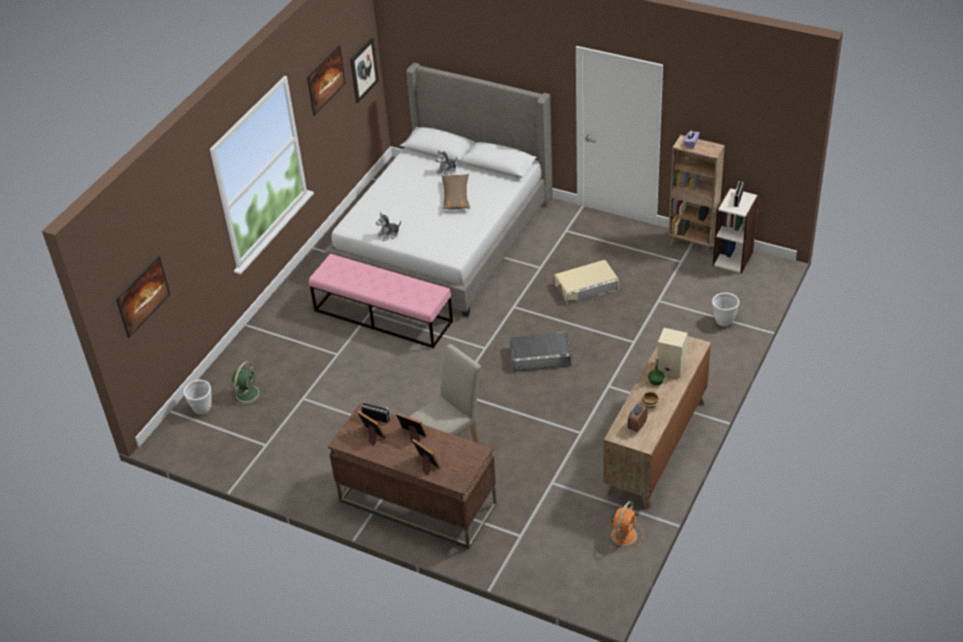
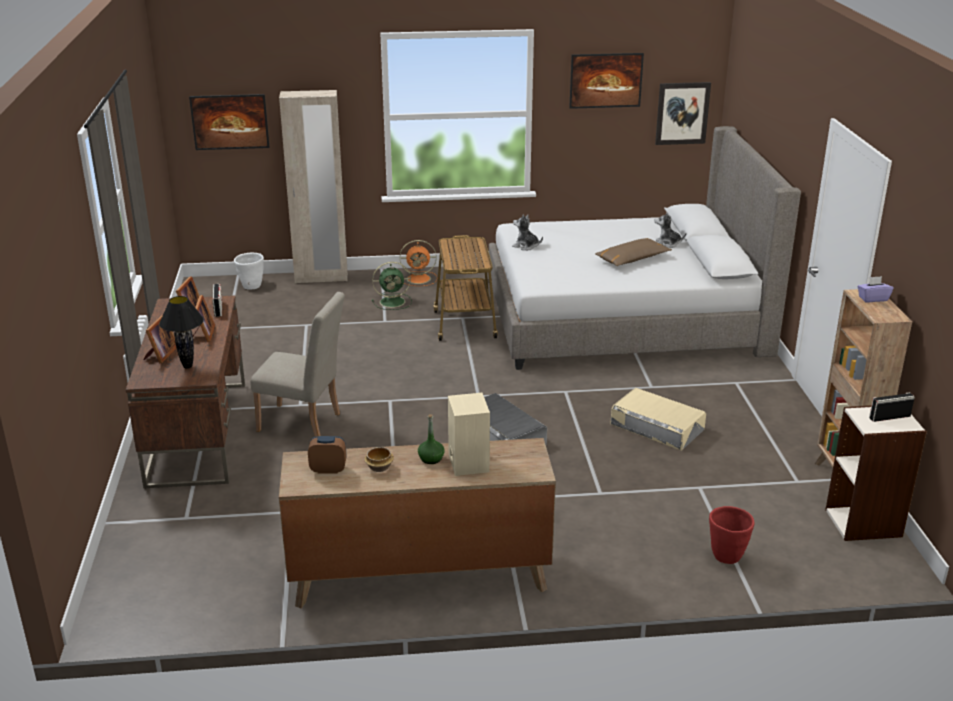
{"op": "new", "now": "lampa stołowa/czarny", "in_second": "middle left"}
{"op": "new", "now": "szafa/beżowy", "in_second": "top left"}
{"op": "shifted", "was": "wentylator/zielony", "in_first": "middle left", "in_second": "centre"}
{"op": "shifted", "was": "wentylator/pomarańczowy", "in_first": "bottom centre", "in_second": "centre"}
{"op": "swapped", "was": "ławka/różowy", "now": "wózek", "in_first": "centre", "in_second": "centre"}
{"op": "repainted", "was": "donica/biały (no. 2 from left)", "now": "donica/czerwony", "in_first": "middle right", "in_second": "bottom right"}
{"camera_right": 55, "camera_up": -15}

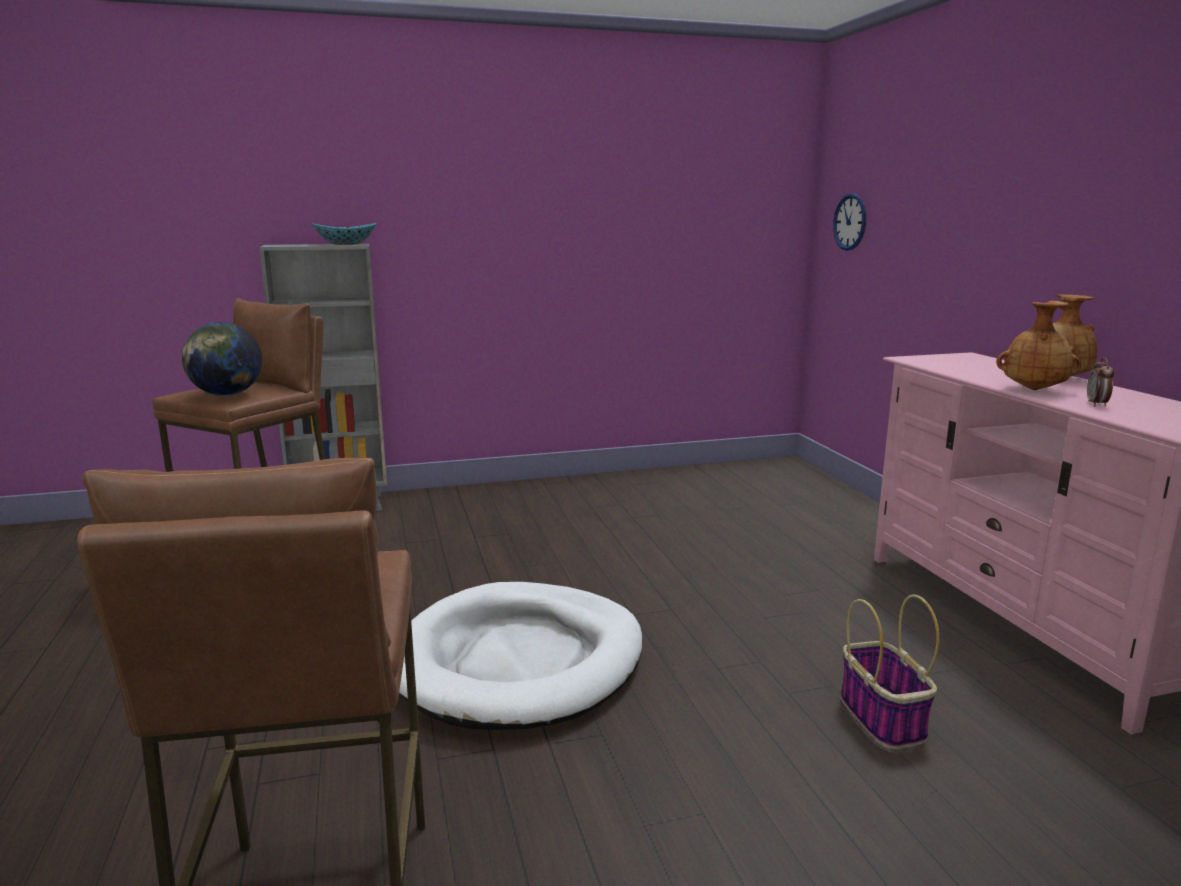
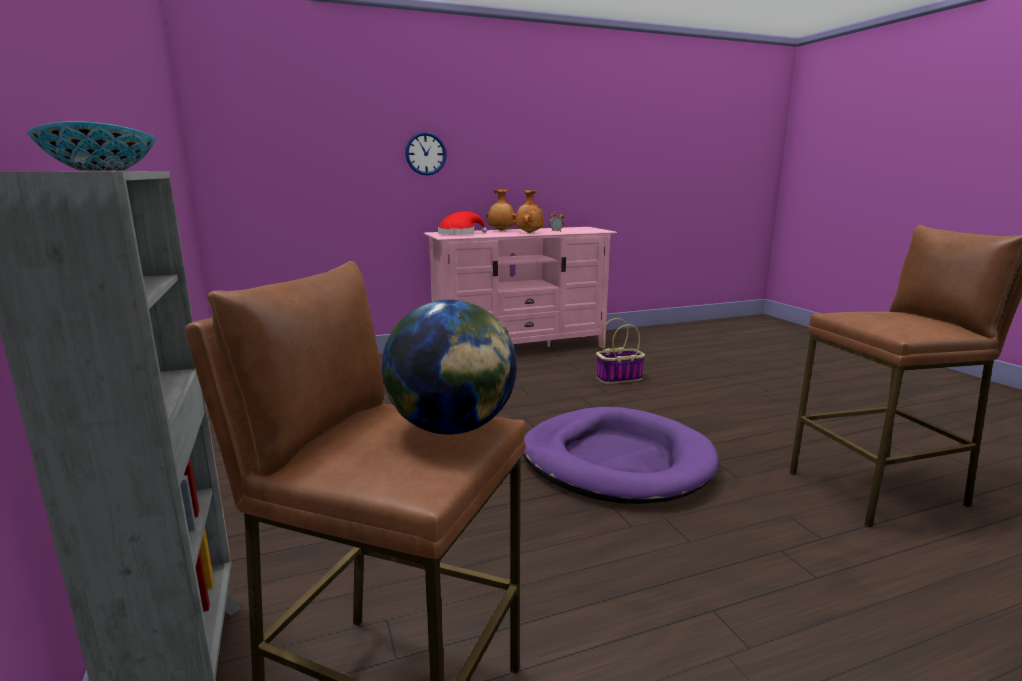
{"op": "new", "now": "kapelusz/czerwony", "in_second": "top centre"}
{"op": "shifted", "was": "zegar ścienny", "in_first": "top right", "in_second": "top centre"}
{"op": "repainted", "was": "legowisko/biały", "now": "legowisko/fioletowy", "in_first": "bottom centre", "in_second": "bottom centre"}
{"camera_right": -95, "camera_up": 0}

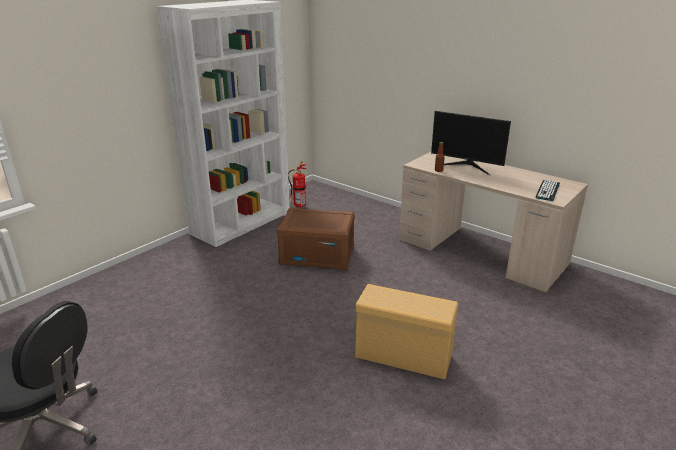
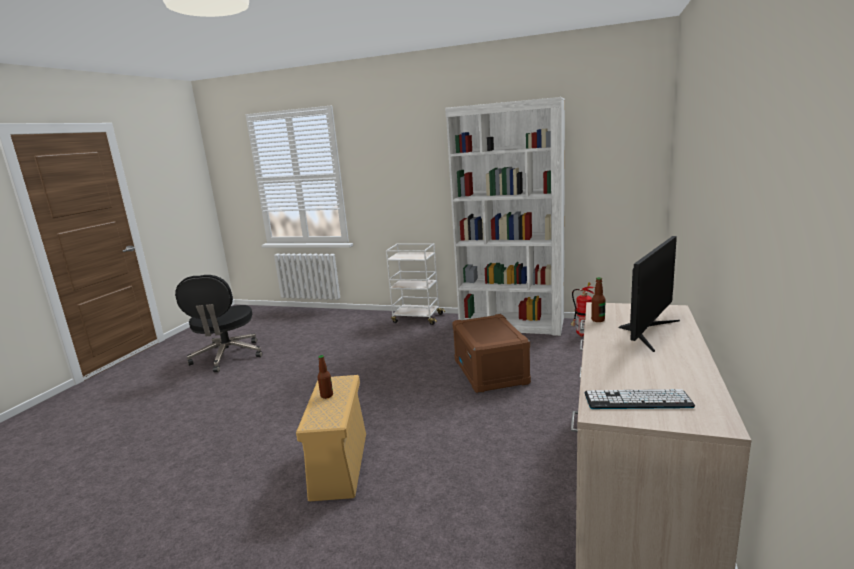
{"op": "new", "now": "butelka (no. 1 from left)", "in_second": "centre"}
{"op": "new", "now": "wózek/biały", "in_second": "centre"}
{"op": "rotated", "was": "monitor", "in_first": "top right", "in_second": "middle right", "clockwise": -150}
{"camera_right": 70, "camera_up": -10}

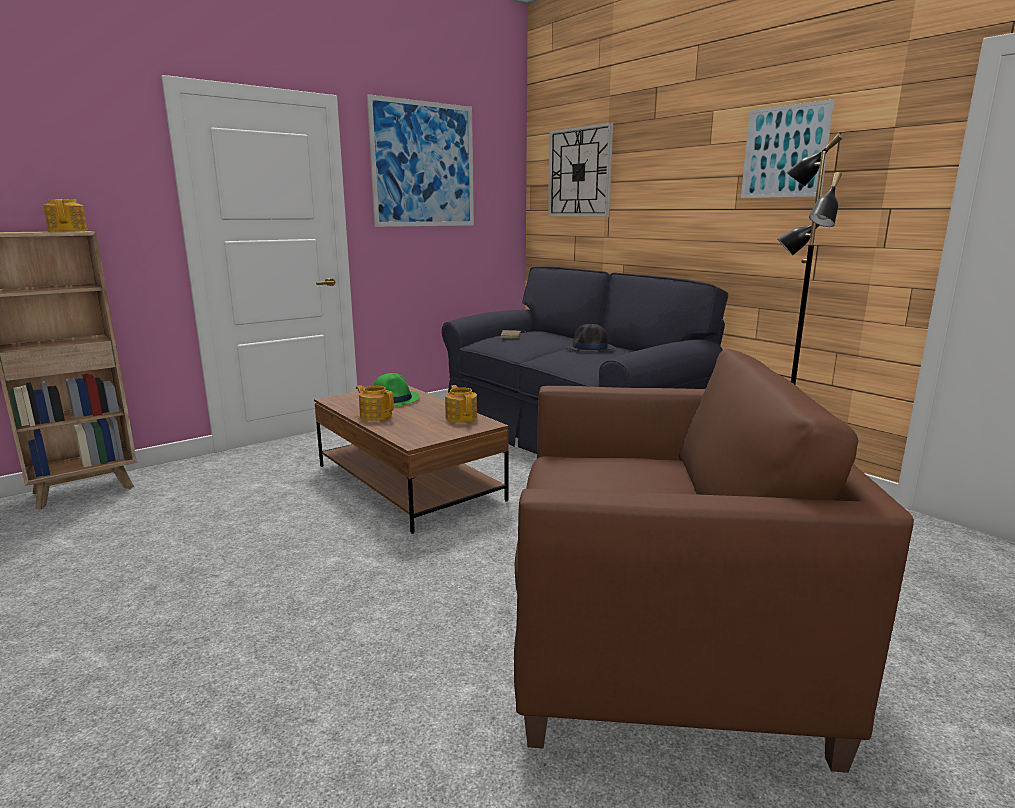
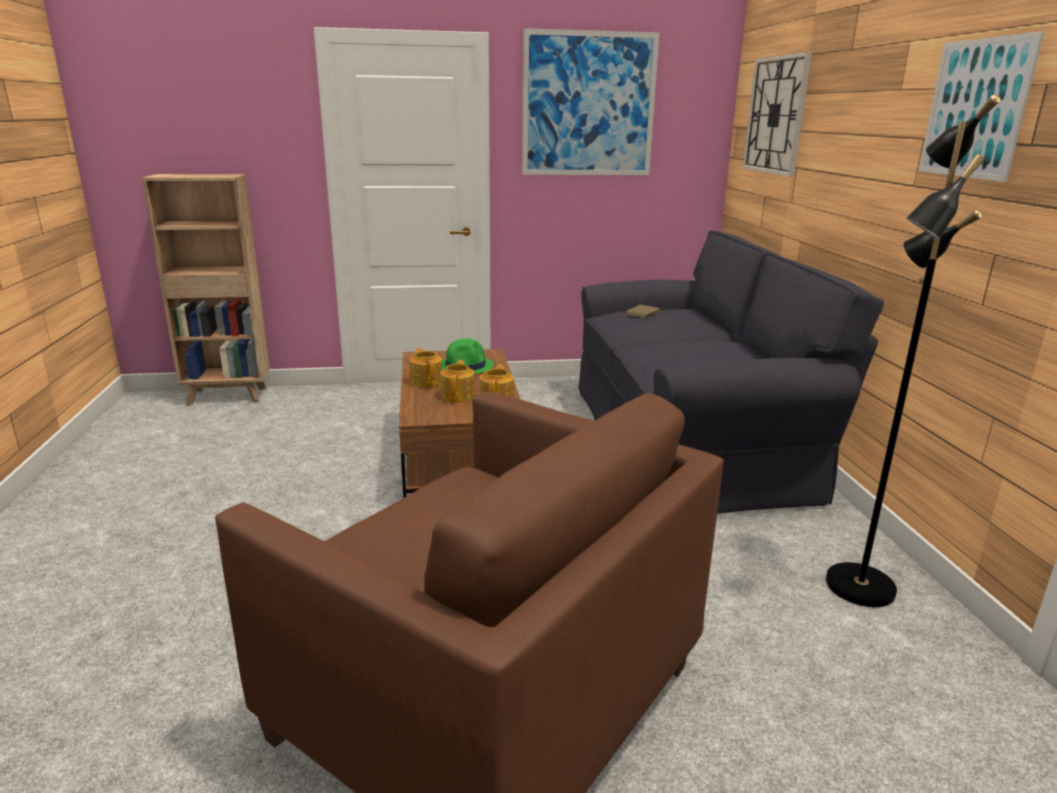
{"op": "gone", "was": "kapelusz/czarny", "in_first": "centre"}
{"op": "shifted", "was": "imbryk (no. 1 from left in the first image)", "now": "imbryk (no. 2 from left)", "in_first": "top left", "in_second": "centre"}
{"camera_right": 30, "camera_up": 5}

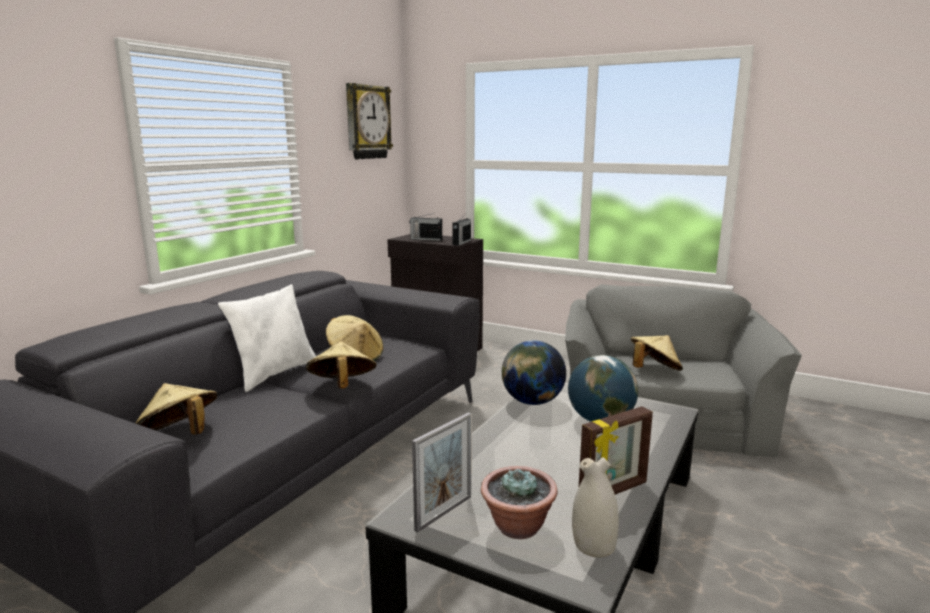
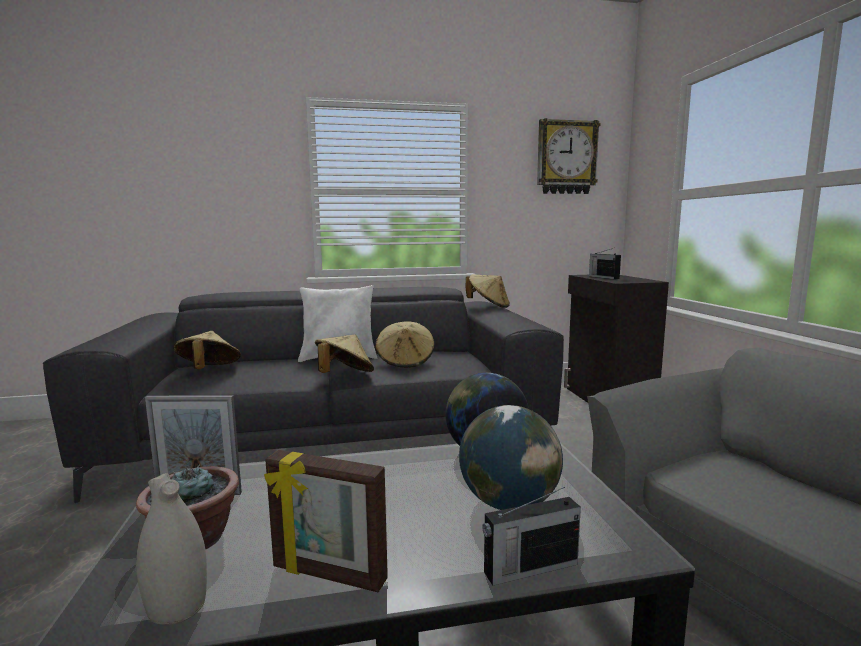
{"op": "shifted", "was": "radio (no. 2 from left in the first image)", "now": "radio (no. 1 from left)", "in_first": "centre", "in_second": "bottom centre"}
{"op": "shifted", "was": "kapelusz/beżowy (no. 4 from left)", "in_first": "middle right", "in_second": "centre"}
{"camera_right": 50, "camera_up": -5}

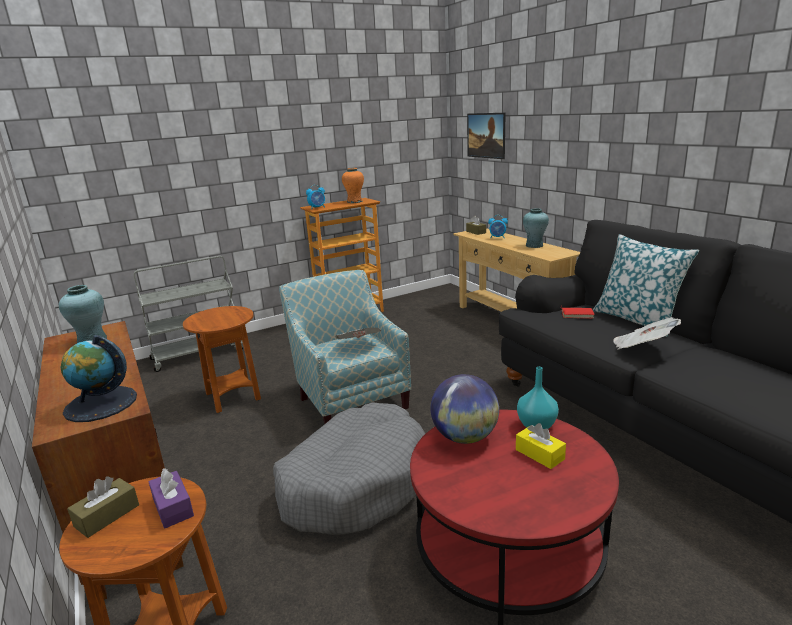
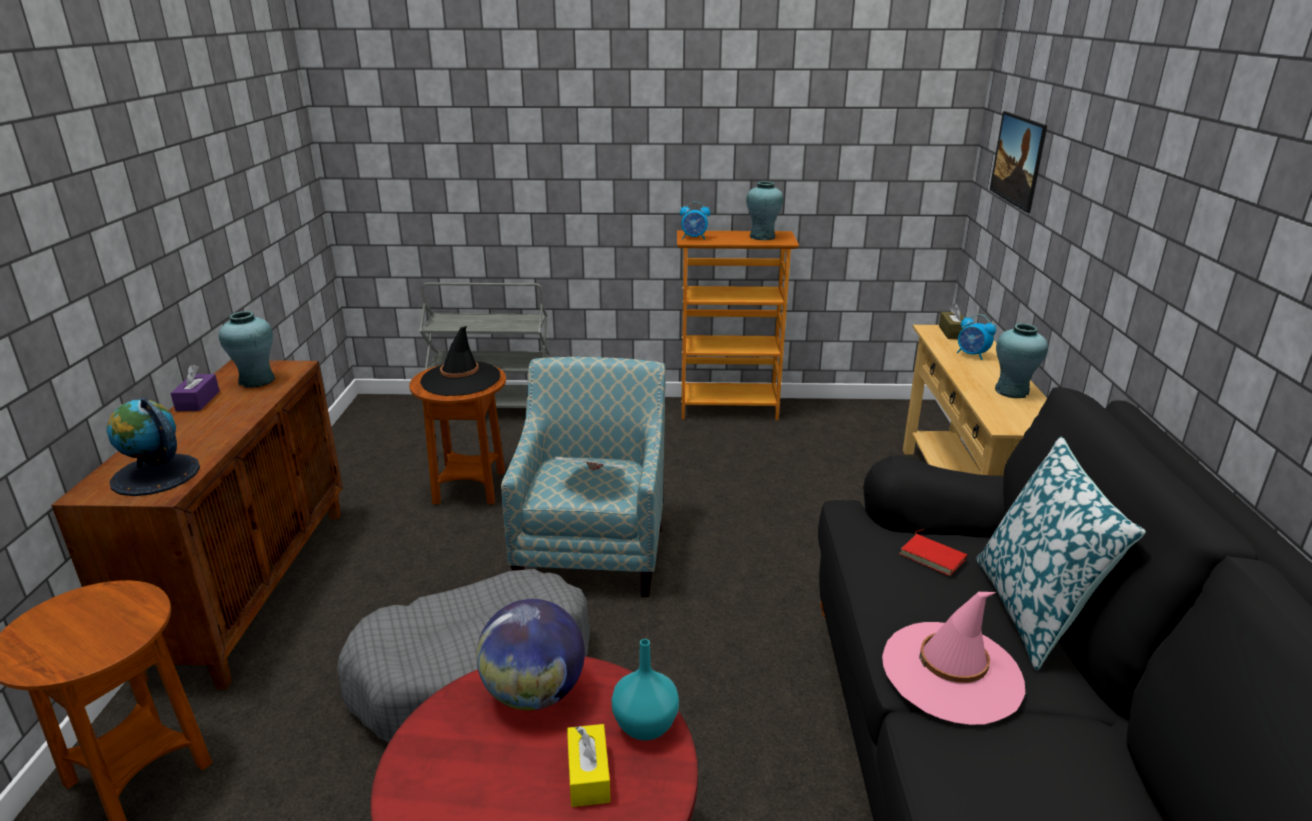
{"op": "gone", "was": "pudełko chusteczek/brązowy (no. 1 from left)", "in_first": "bottom left"}
{"op": "new", "now": "kapelusz/czarny", "in_second": "centre"}
{"op": "shifted", "was": "pudełko chusteczek/fioletowy", "in_first": "bottom left", "in_second": "middle left"}
{"op": "swapped", "was": "gazeta (no. 2 from left)", "now": "kapelusz/różowy", "in_first": "middle right", "in_second": "bottom right"}
{"op": "repainted", "was": "wazon/pomarańczowy", "now": "wazon/turkusowy (no. 3 from left)", "in_first": "top centre", "in_second": "top centre"}
{"camera_right": 30, "camera_up": 5}

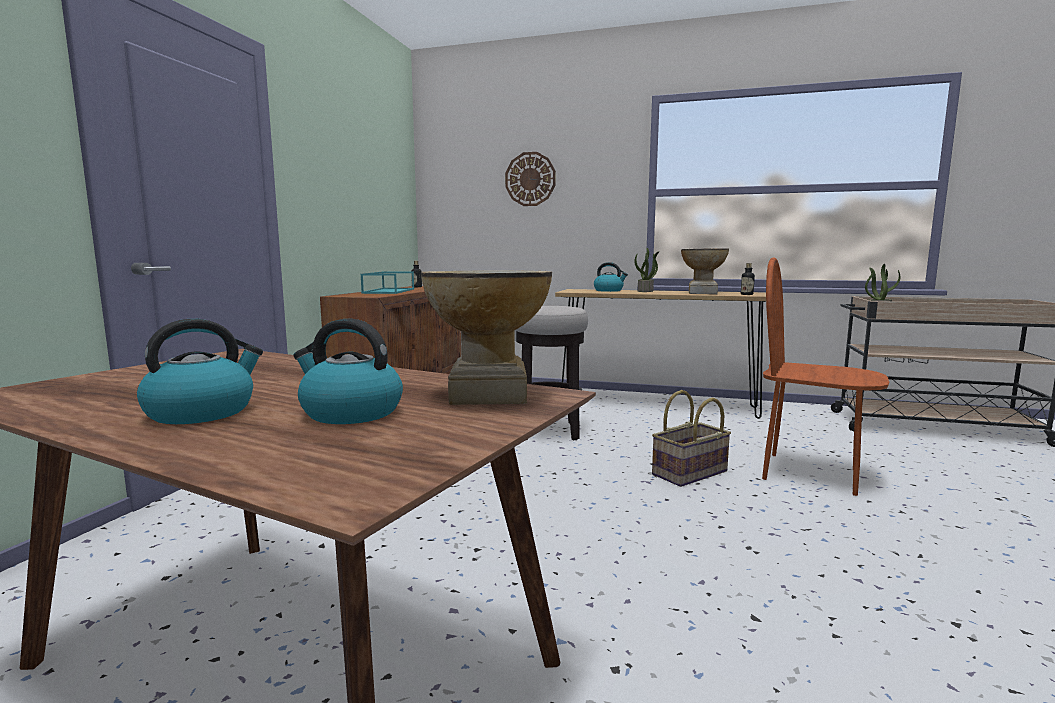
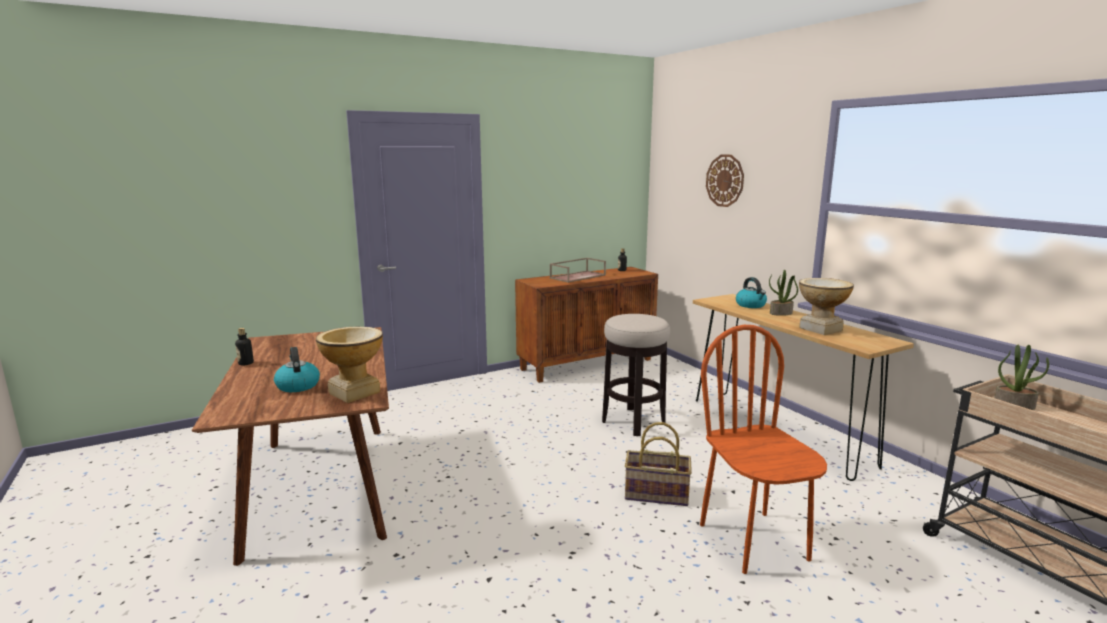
{"op": "gone", "was": "czajnik (no. 1 from left)", "in_first": "middle left"}
{"op": "shifted", "was": "butelka (no. 2 from left in the first image)", "now": "butelka (no. 1 from left)", "in_first": "middle right", "in_second": "middle left"}
{"op": "repainted", "was": "taca/turkusowy", "now": "taca/brązowy", "in_first": "centre", "in_second": "centre"}
{"camera_right": 45, "camera_up": 5}

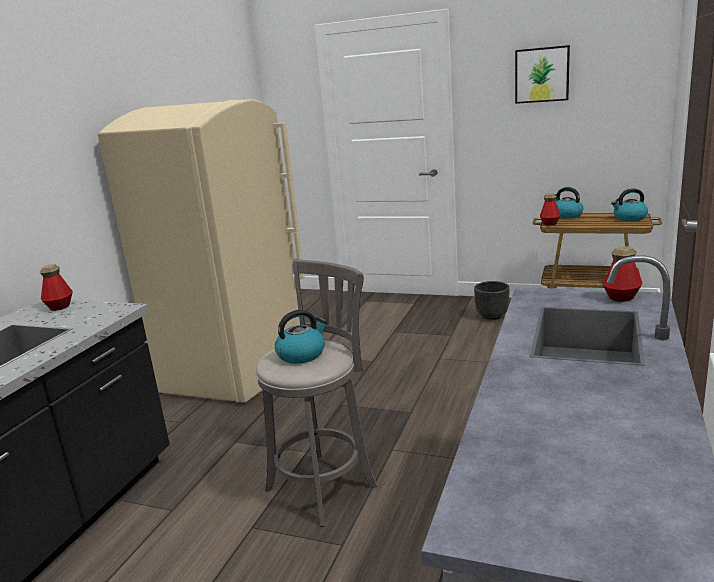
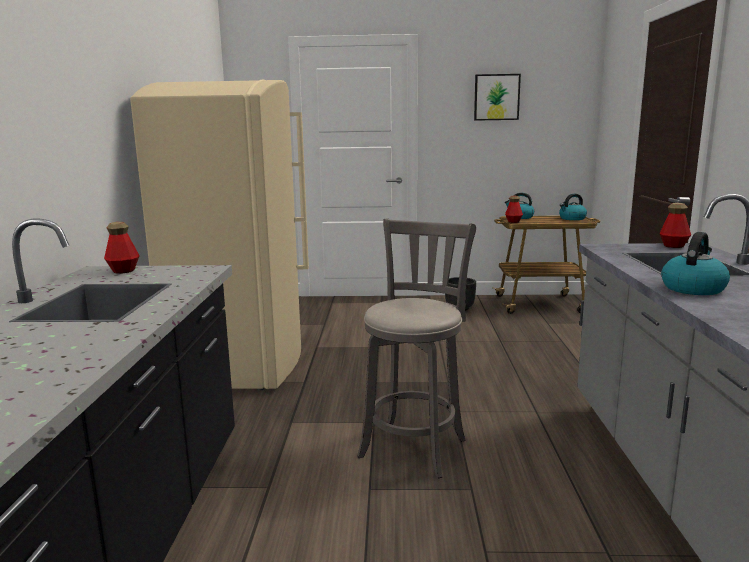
{"op": "shifted", "was": "czajnik (no. 1 from left in the first image)", "now": "czajnik (no. 3 from left)", "in_first": "centre", "in_second": "middle right"}
{"camera_right": -20, "camera_up": -5}

